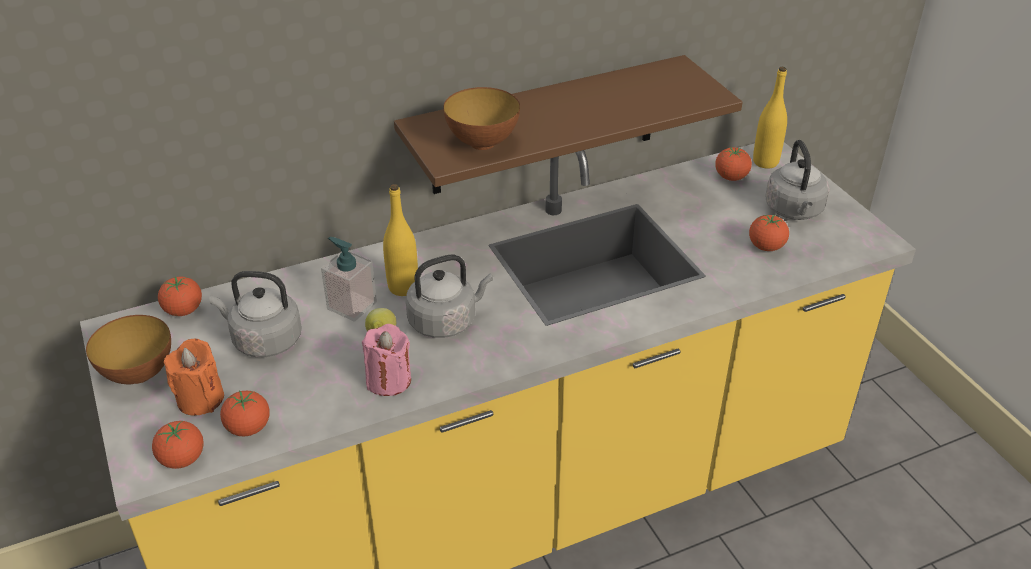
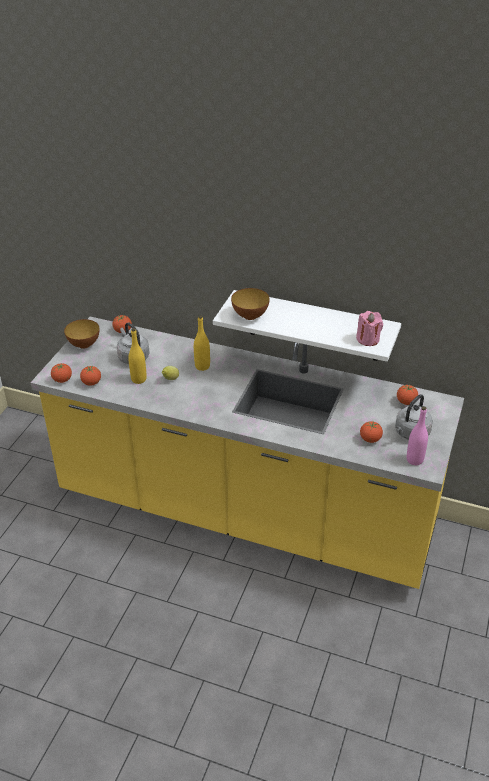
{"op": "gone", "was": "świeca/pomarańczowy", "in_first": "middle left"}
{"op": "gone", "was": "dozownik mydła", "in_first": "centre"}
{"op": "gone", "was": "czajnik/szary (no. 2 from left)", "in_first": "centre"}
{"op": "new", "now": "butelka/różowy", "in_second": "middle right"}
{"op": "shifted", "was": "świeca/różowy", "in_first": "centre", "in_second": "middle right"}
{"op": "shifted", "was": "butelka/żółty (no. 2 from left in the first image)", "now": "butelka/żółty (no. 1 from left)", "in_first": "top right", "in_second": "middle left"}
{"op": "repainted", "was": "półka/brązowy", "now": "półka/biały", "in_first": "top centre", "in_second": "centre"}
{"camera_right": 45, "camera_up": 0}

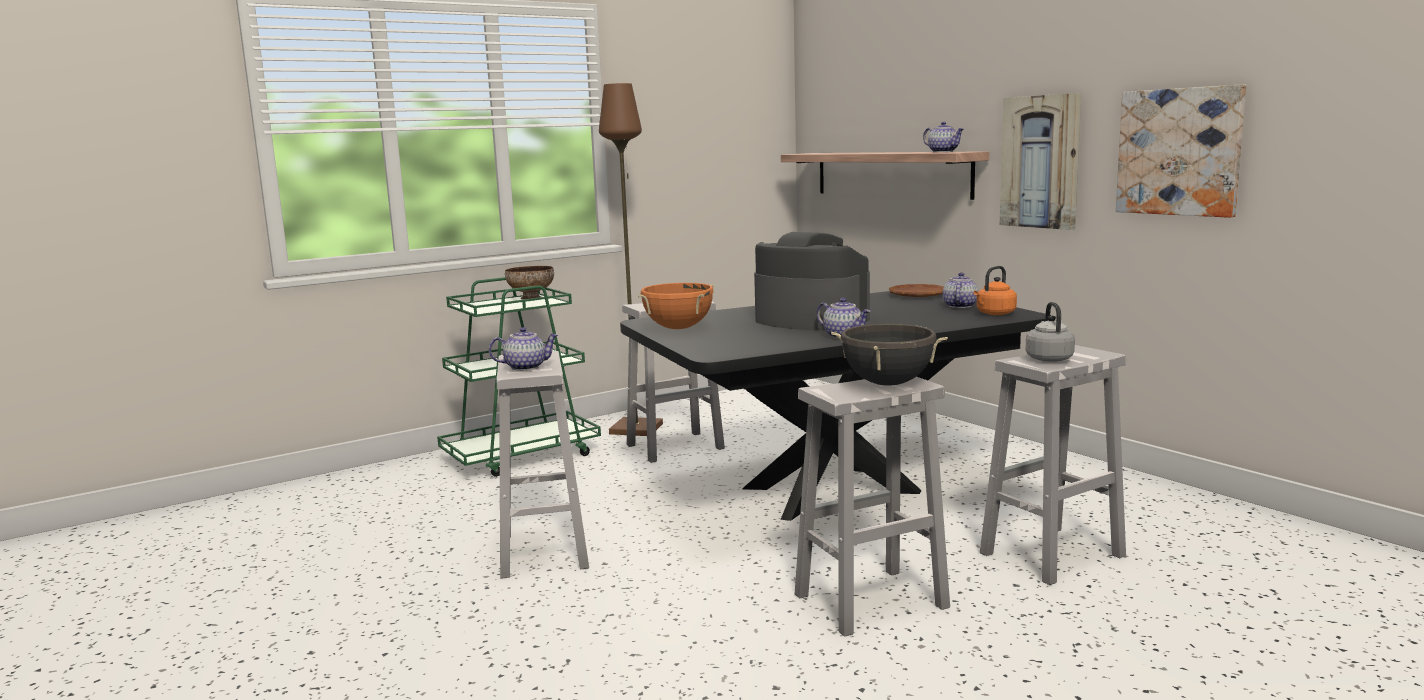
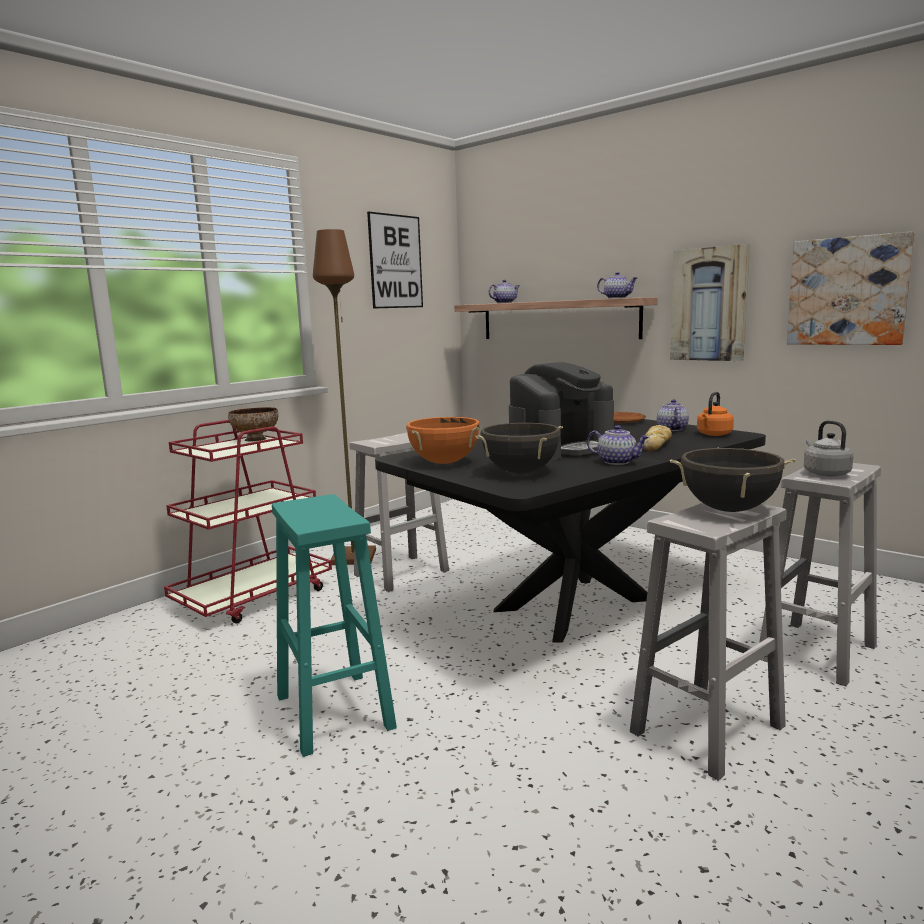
{"op": "new", "now": "obraz (no. 1 from left)", "in_second": "top centre"}
{"op": "new", "now": "garnek/czarny (no. 1 from left)", "in_second": "centre"}
{"op": "new", "now": "chleb", "in_second": "middle right"}
{"op": "shifted", "was": "imbryk (no. 1 from left)", "in_first": "centre", "in_second": "top centre"}
{"op": "repainted", "was": "wózek/zielony", "now": "wózek/czerwony", "in_first": "centre", "in_second": "middle left"}
{"op": "repainted", "was": "stołek/biały (no. 1 from left)", "now": "stołek/turkusowy", "in_first": "centre", "in_second": "bottom centre"}
{"op": "rotated", "was": "ekspres do kawy", "in_first": "centre", "in_second": "centre", "clockwise": 120}
{"camera_right": -15, "camera_up": 0}

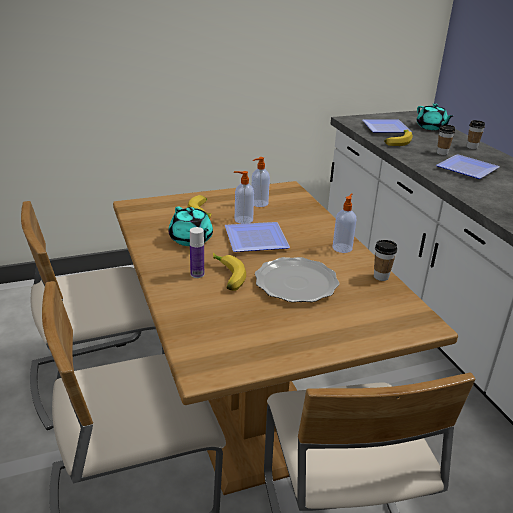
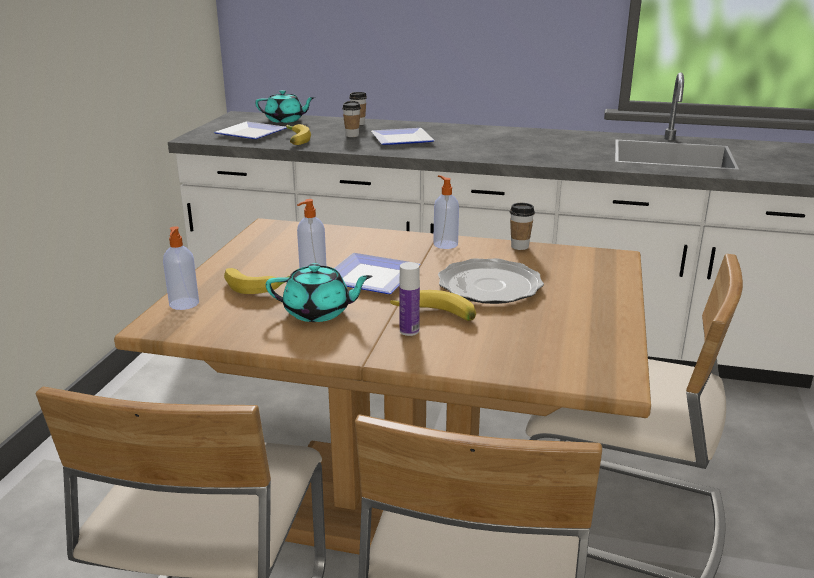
{"op": "shifted", "was": "dozownik mydła (no. 2 from left in the first image)", "now": "dozownik mydła (no. 1 from left)", "in_first": "centre", "in_second": "middle left"}
{"camera_right": -55, "camera_up": -5}

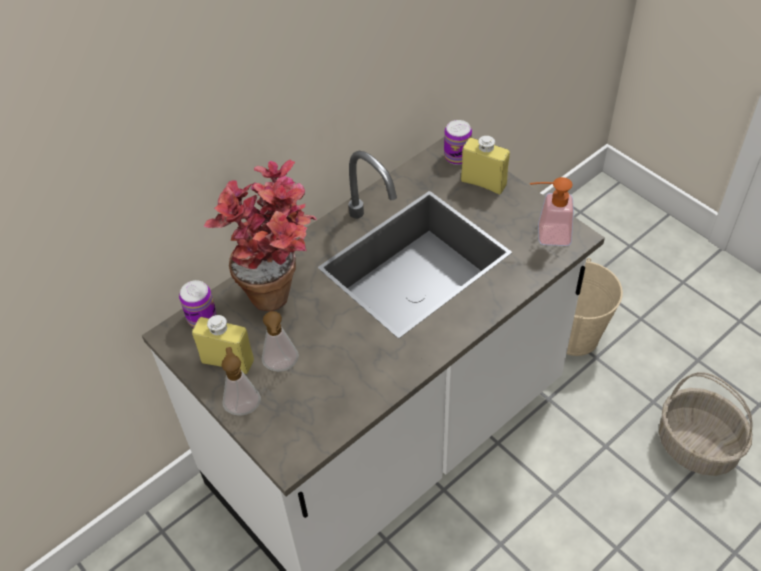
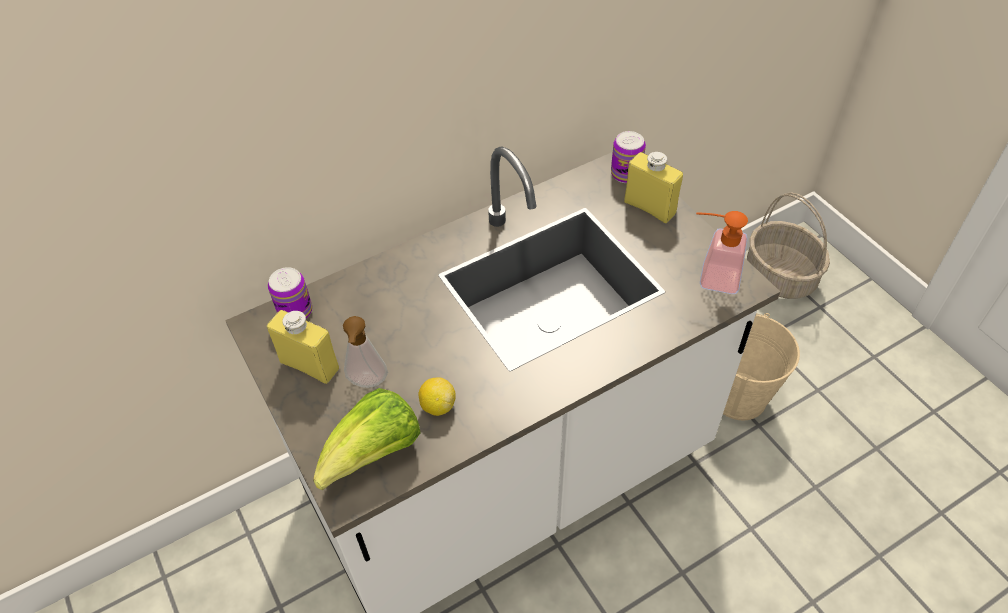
{"op": "gone", "was": "roślina doniczkowa", "in_first": "centre"}
{"op": "gone", "was": "dozownik mydła (no. 1 from left)", "in_first": "bottom left"}
{"op": "new", "now": "sałata", "in_second": "bottom centre"}
{"op": "new", "now": "cytryna", "in_second": "centre"}
{"op": "shifted", "was": "koszyk", "in_first": "bottom right", "in_second": "middle right"}
{"camera_right": 10, "camera_up": 0}

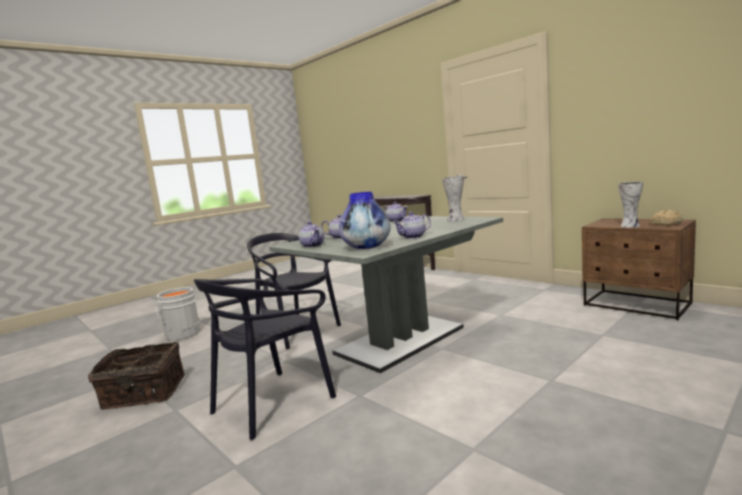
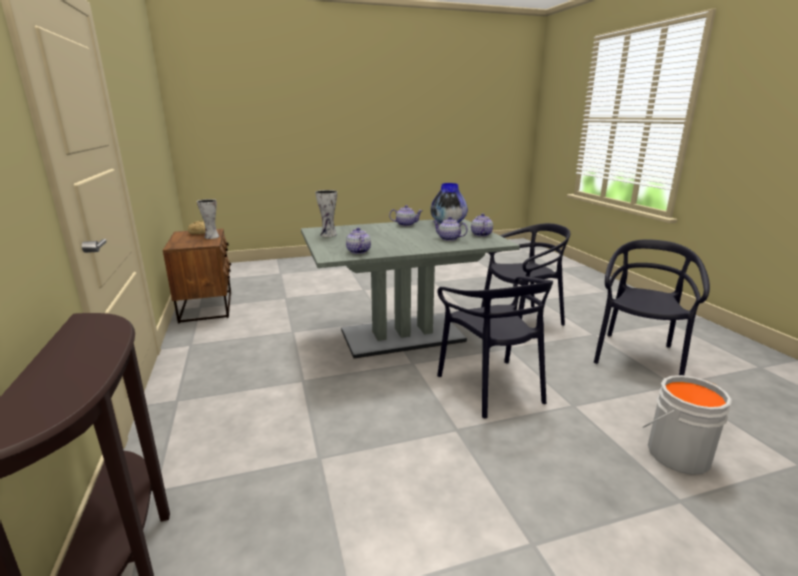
{"op": "swapped", "was": "koszyk", "now": "krzesło/czarny (no. 3 from left)", "in_first": "bottom left", "in_second": "middle right"}
{"camera_right": -155, "camera_up": 10}

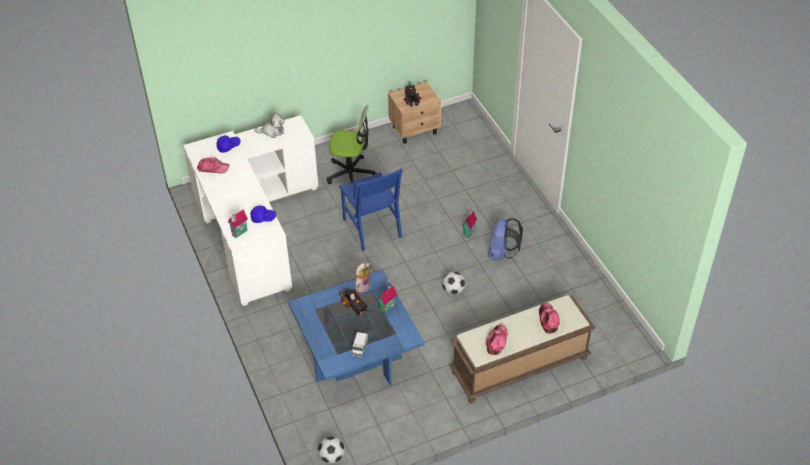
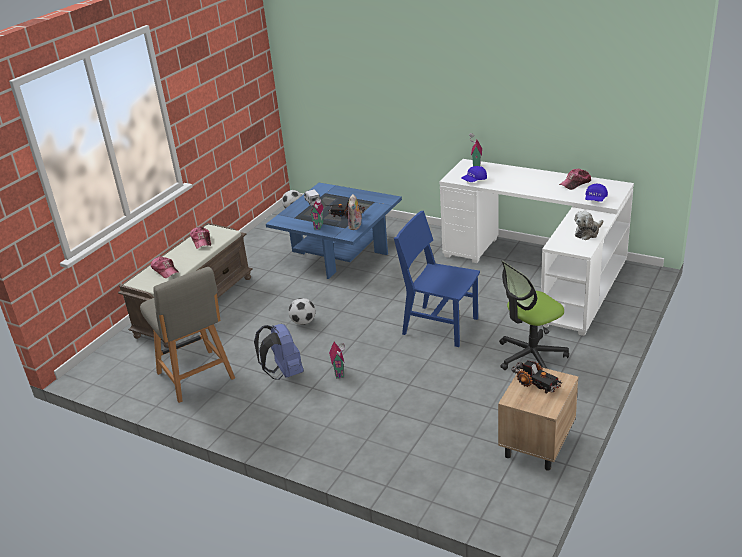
{"op": "new", "now": "krzesło/szary", "in_second": "middle left"}
{"camera_right": 145, "camera_up": -15}

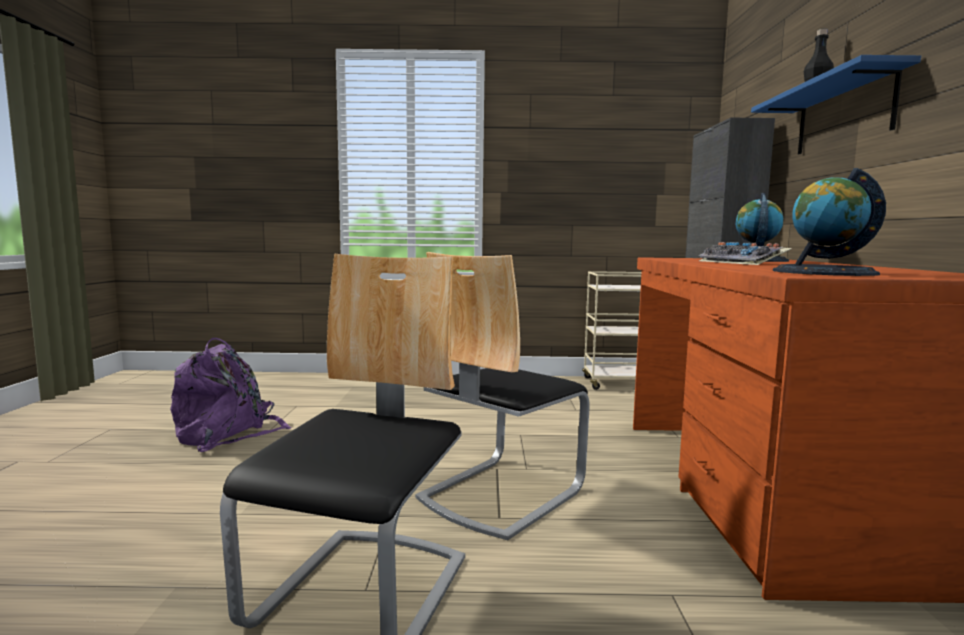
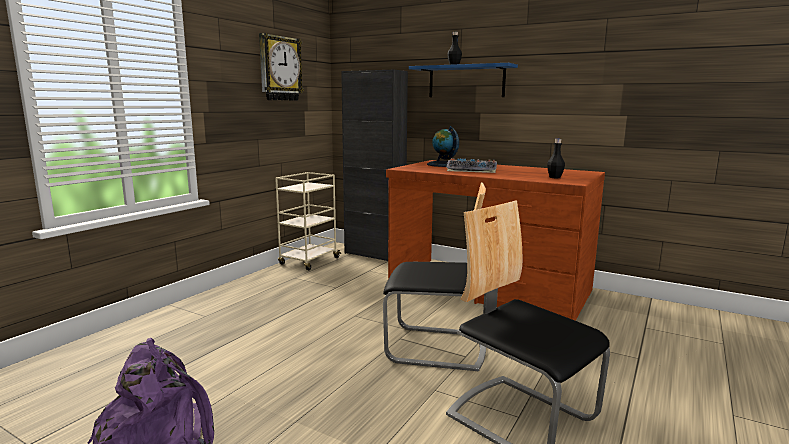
{"op": "new", "now": "zegar ścienny", "in_second": "top centre"}
{"op": "swapped", "was": "globus (no. 2 from left)", "now": "butelka/czarny (no. 2 from left)", "in_first": "middle right", "in_second": "middle right"}
{"op": "rotated", "was": "krzesło (no. 2 from left in the first image)", "in_first": "centre", "in_second": "centre", "clockwise": -60}
{"camera_right": -60, "camera_up": 5}

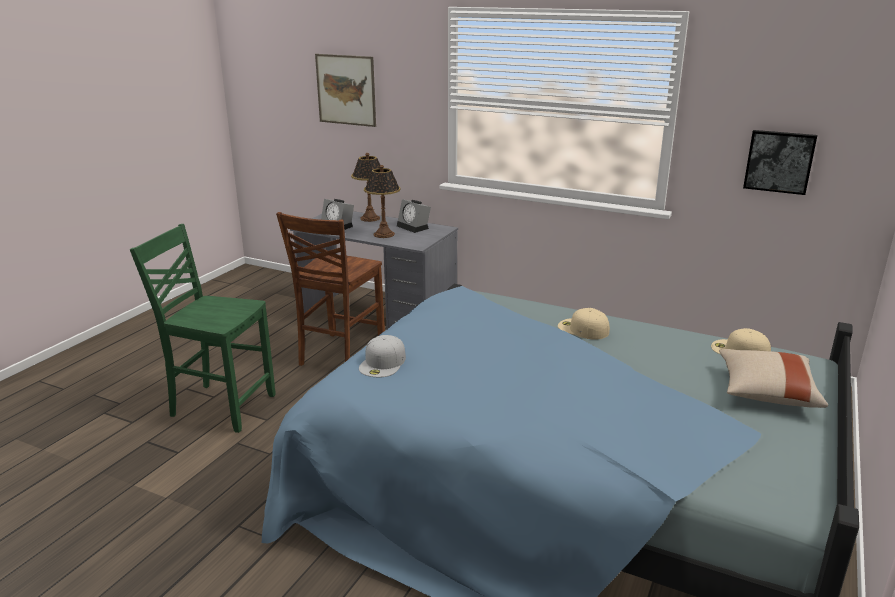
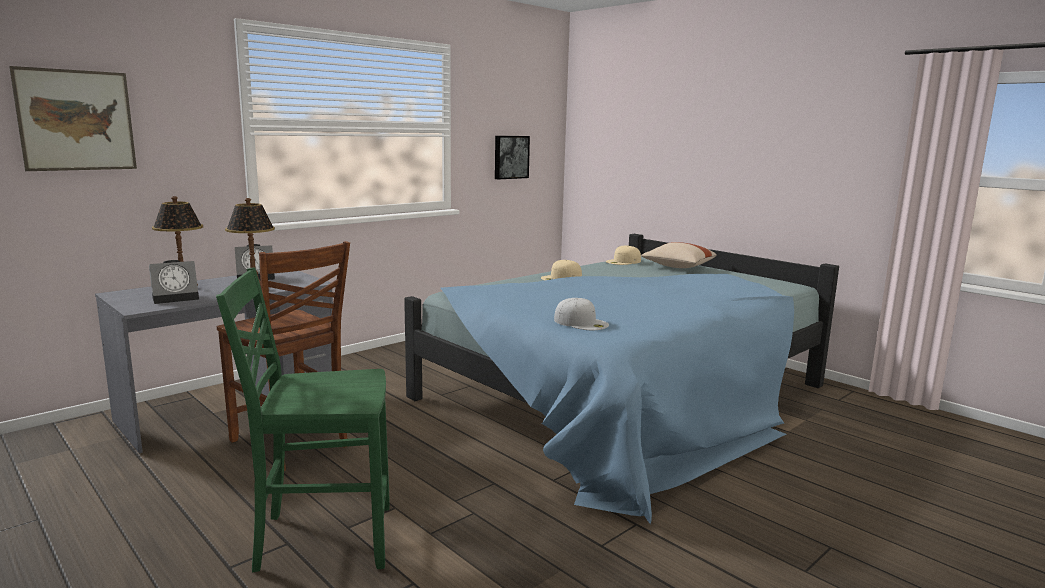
{"op": "rotated", "was": "krzesło/zielony", "in_first": "middle left", "in_second": "bottom left", "clockwise": 45}
{"camera_right": -70, "camera_up": -10}

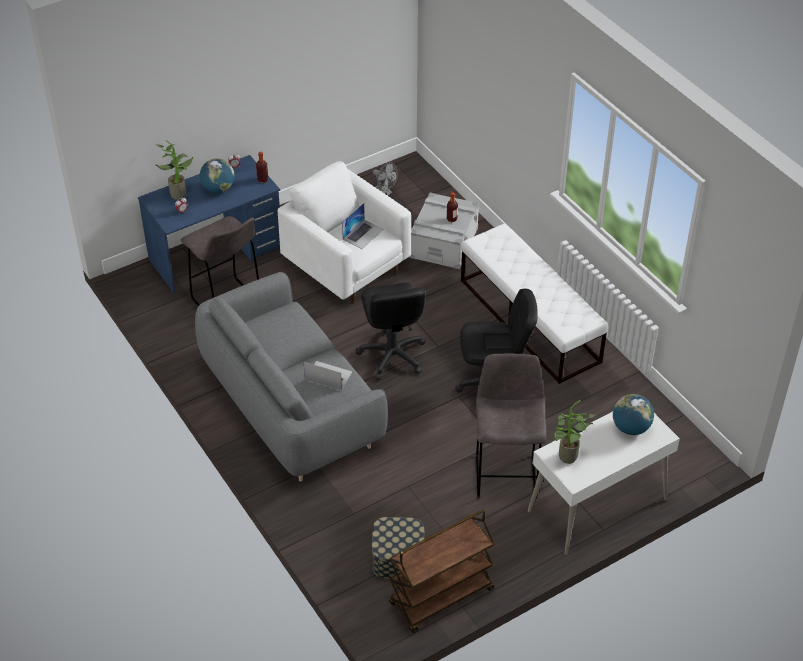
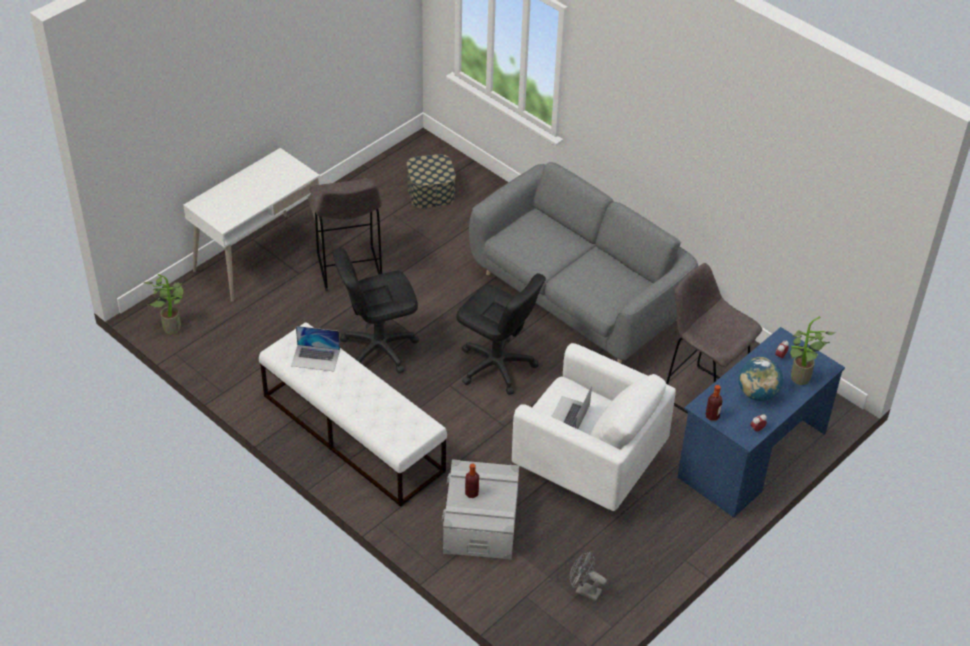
{"op": "gone", "was": "wózek/brązowy", "in_first": "bottom centre"}
{"op": "gone", "was": "globus (no. 2 from left)", "in_first": "middle right"}
{"op": "shifted", "was": "laptop (no. 1 from left)", "in_first": "centre", "in_second": "middle left"}
{"op": "shifted", "was": "roślina doniczkowa (no. 2 from left in the first image)", "now": "roślina doniczkowa (no. 1 from left)", "in_first": "middle right", "in_second": "middle left"}
{"op": "rotated", "was": "krzesło biurowe/czarny (no. 1 from left in the first image)", "in_first": "centre", "in_second": "centre", "clockwise": 150}
{"camera_right": 165, "camera_up": 0}

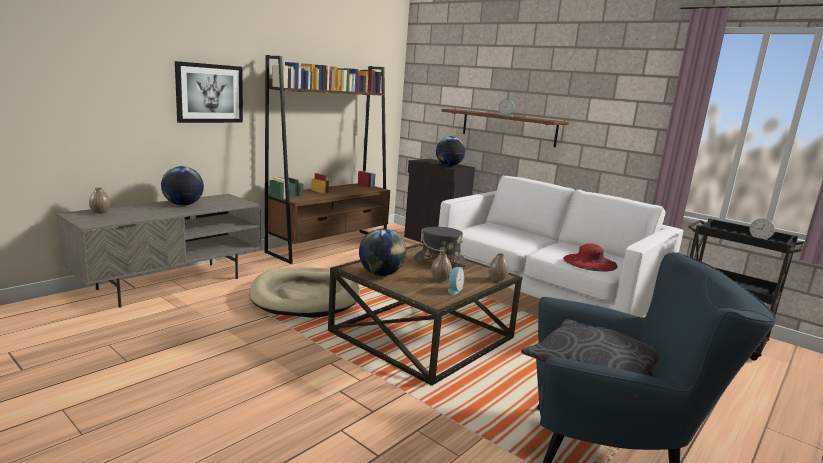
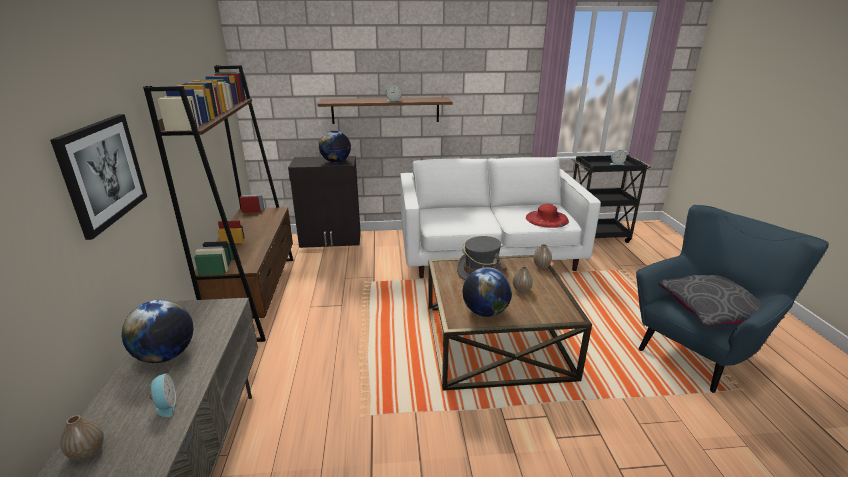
{"op": "gone", "was": "legowisko/beżowy", "in_first": "centre"}
{"op": "shifted", "was": "budzik (no. 1 from left)", "in_first": "centre", "in_second": "bottom left"}
{"camera_right": -45, "camera_up": 10}

